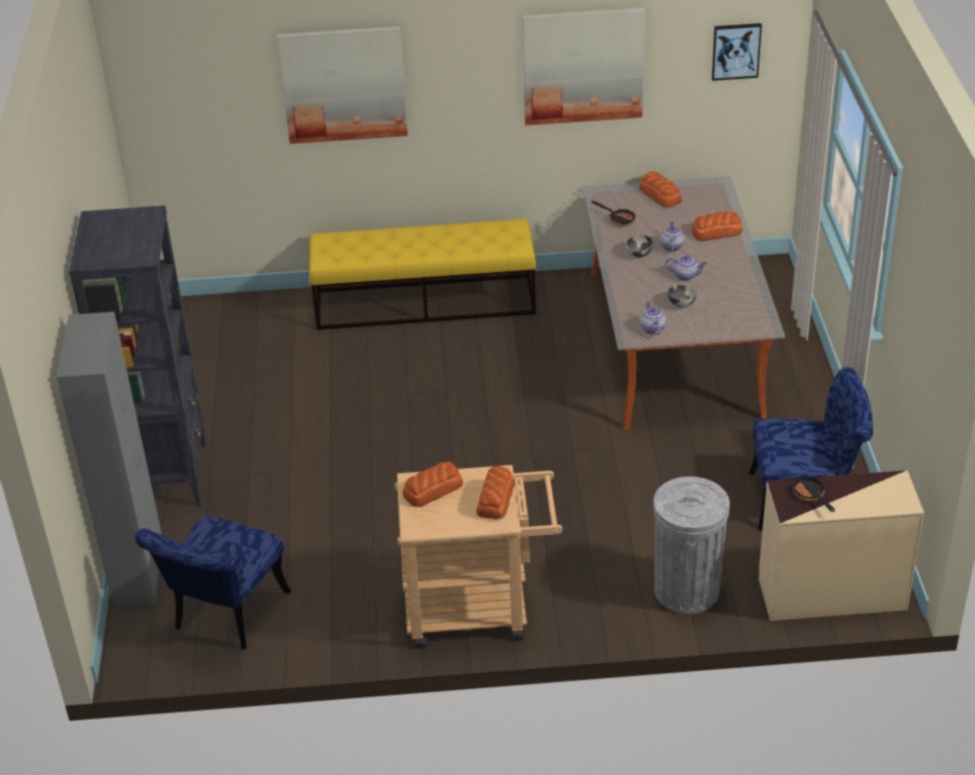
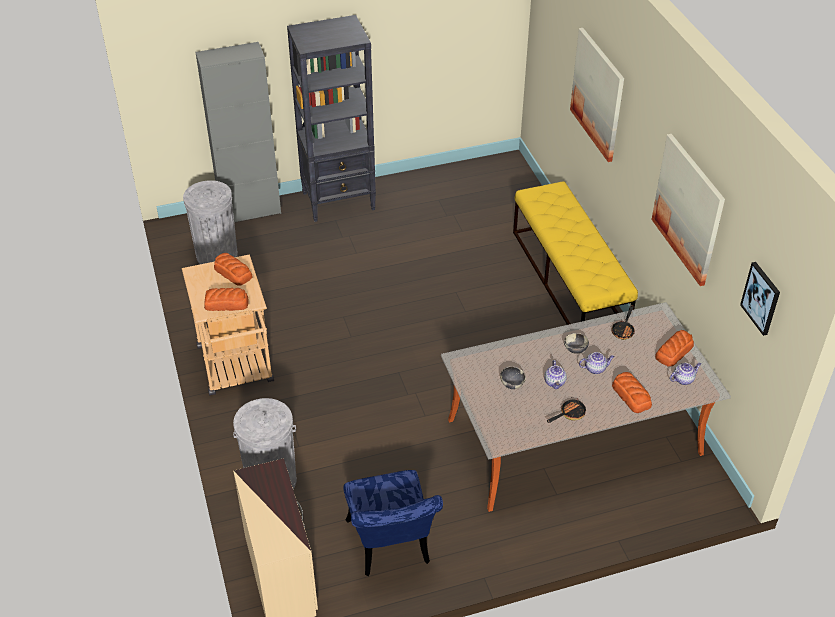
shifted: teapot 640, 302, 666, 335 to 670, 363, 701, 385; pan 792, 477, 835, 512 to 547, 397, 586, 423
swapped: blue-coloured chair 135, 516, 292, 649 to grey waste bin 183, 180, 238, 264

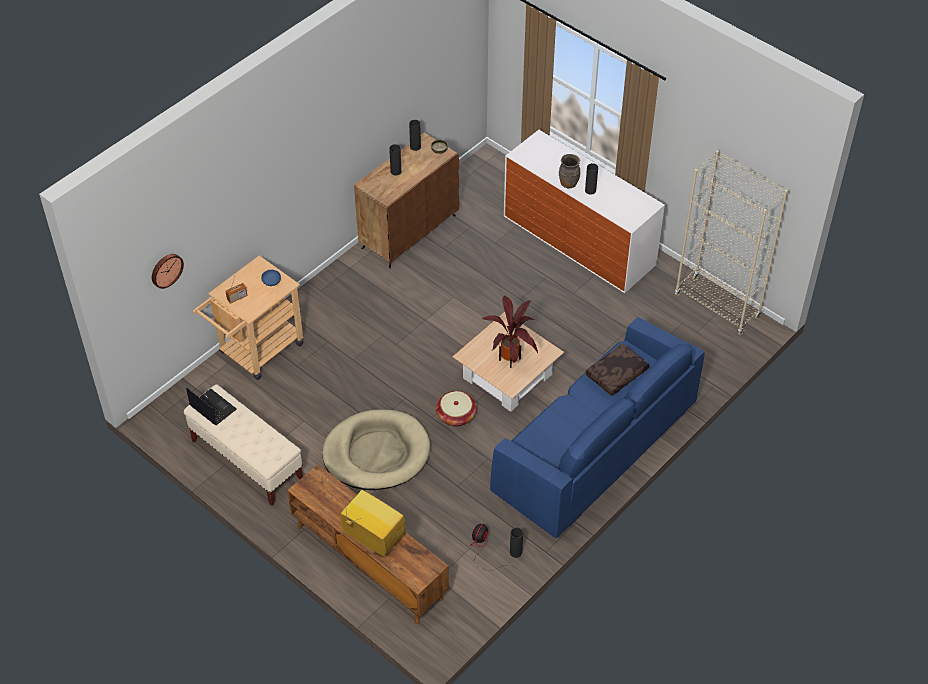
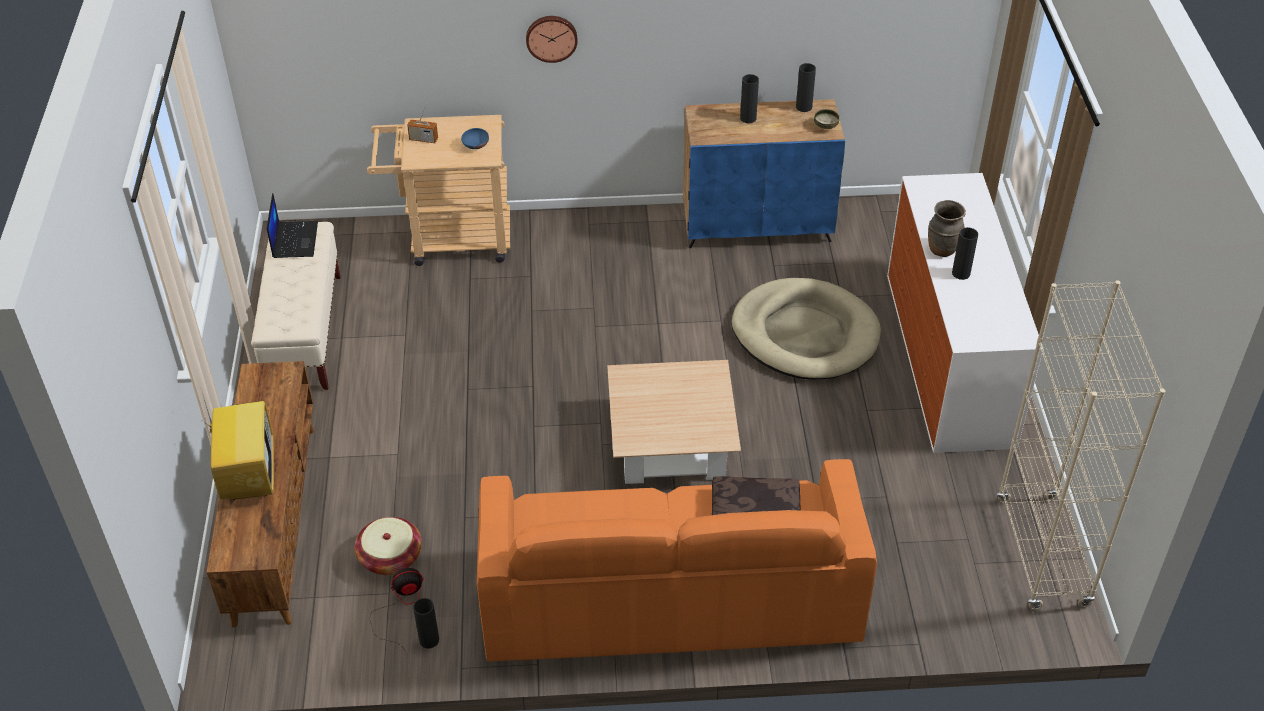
gone: houseplant 482, 295, 538, 368
shifted: hanging clock 152, 254, 184, 289 to 526, 16, 578, 63; beige-coloured dog bed 322, 409, 430, 490 to 731, 278, 881, 380; household basket 436, 391, 477, 426 to 355, 517, 422, 575
repainted: brown cupboard 354, 132, 459, 268 to blue-coloured cupboard 683, 99, 845, 248; blue-coloured settee 490, 317, 705, 539 to orangey settee 477, 459, 877, 661

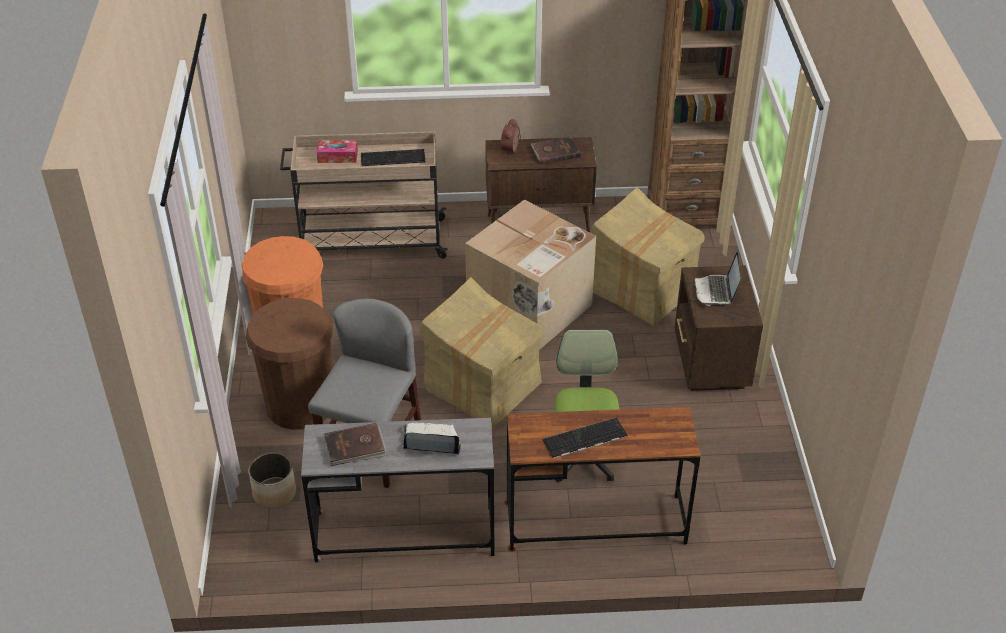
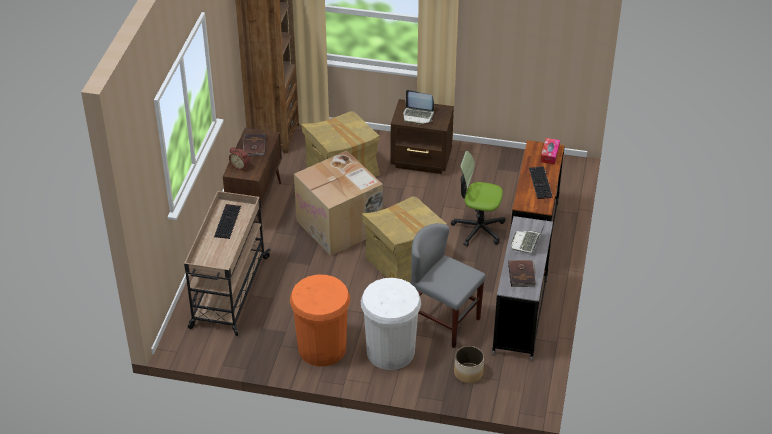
shifted: tissue box 317, 140, 358, 163 to 540, 138, 560, 165
repainted: brown waste bin 245, 298, 333, 430 to whitish waste bin 361, 278, 421, 370

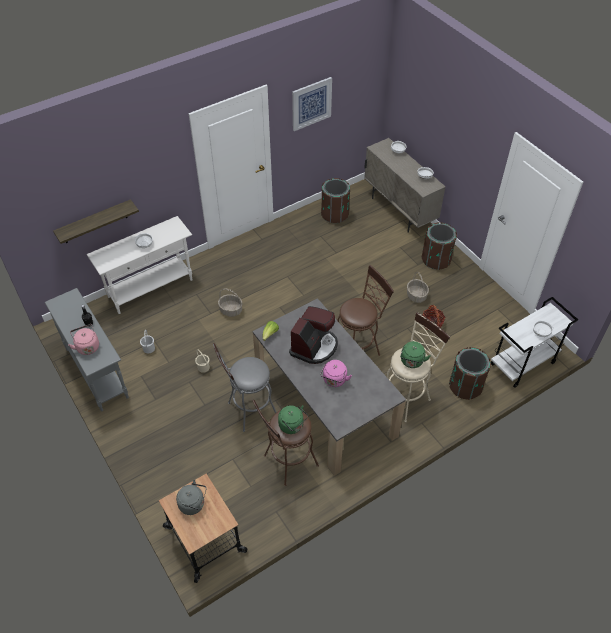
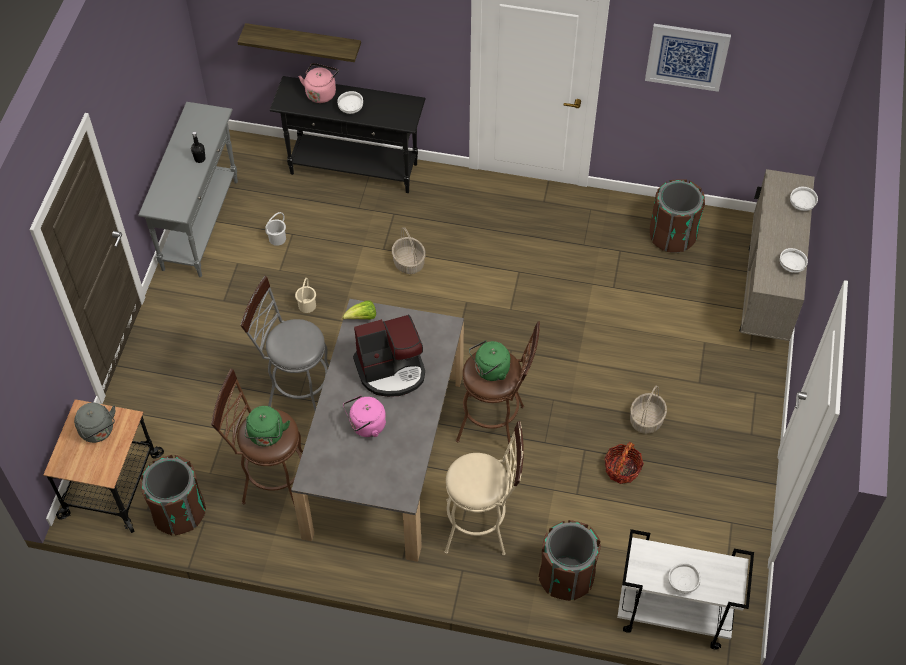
shifted: pink-coloured water kettle 68, 324, 99, 355 to 299, 63, 339, 103; green water kettle 400, 341, 431, 368 to 469, 340, 510, 381; brown waste bin 422, 222, 457, 270 to 140, 455, 206, 536
repainted: whitish narrow table 87, 216, 192, 314 to black narrow table 270, 76, 426, 193

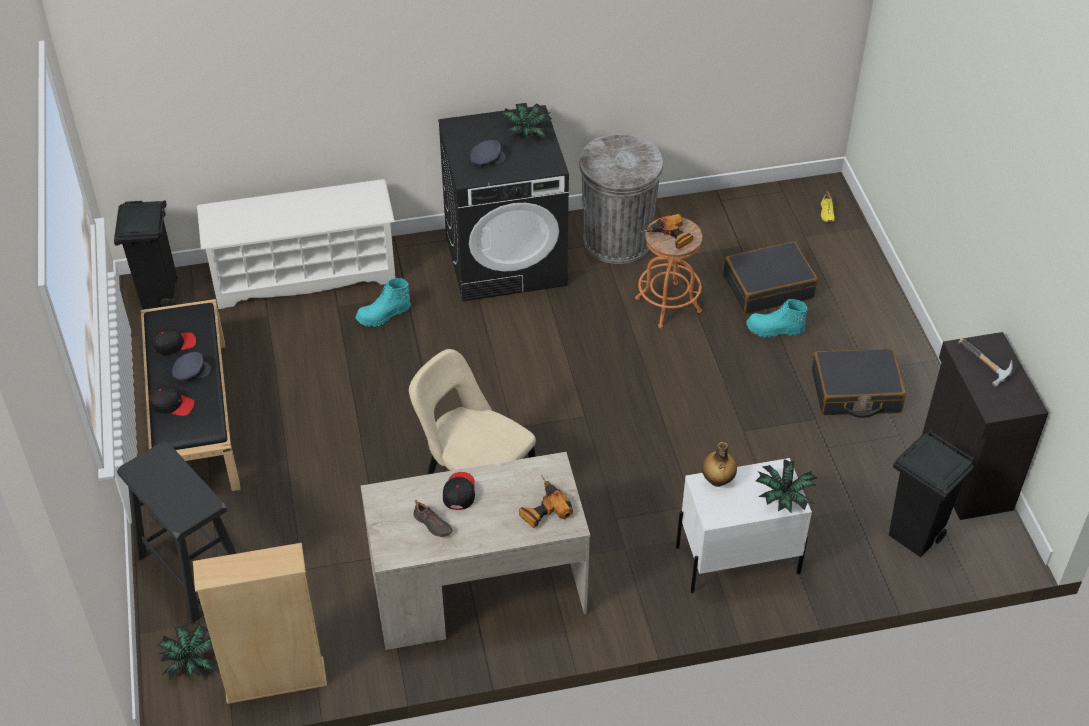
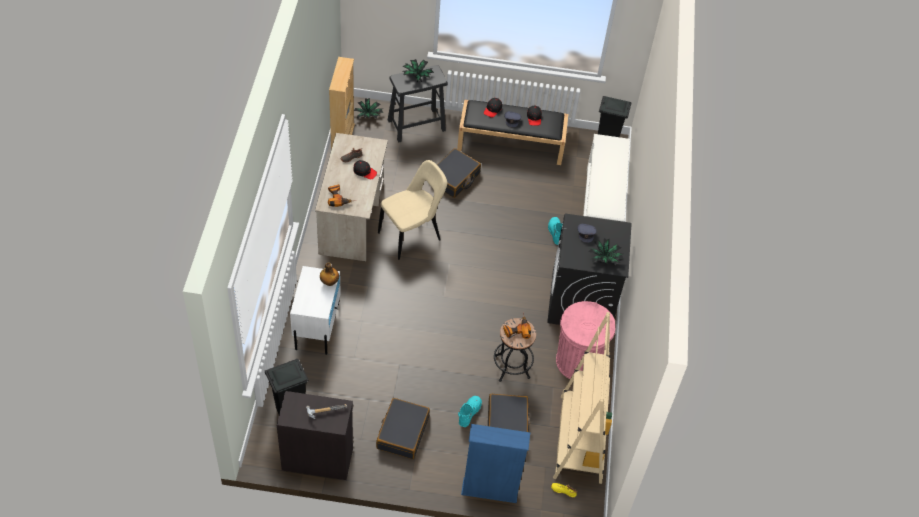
new: black travel case 437, 148, 481, 198; blue-coloured shelving unit 461, 424, 530, 503; beige-coloured shelving unit 553, 312, 612, 484
shifted: houseplant 756, 459, 817, 513 to 402, 59, 434, 82
repainted: grey waste bin 579, 135, 663, 264 to pink-coloured waste bin 556, 301, 615, 379; orangey sitting stool 635, 217, 702, 328 to black sitting stool 494, 318, 536, 382

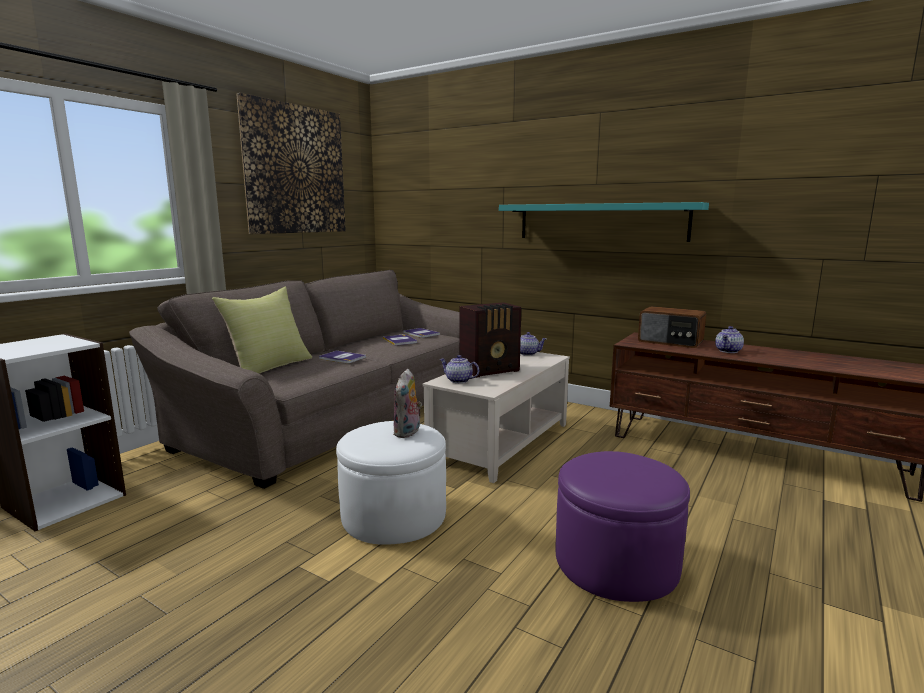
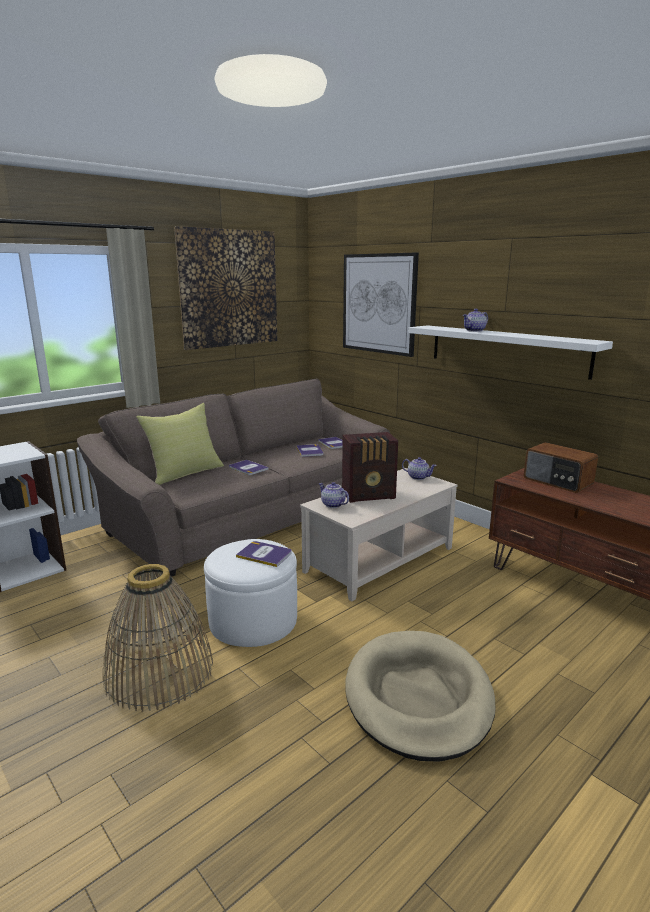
new: household basket 103, 564, 213, 712; picture 343, 253, 419, 357
shifted: teapot 715, 326, 744, 353 to 463, 309, 488, 332
swapped: plush toy 393, 369, 422, 438 to book 236, 541, 292, 567; purple footrest 555, 451, 690, 602 to beige-coloured dog bed 345, 631, 496, 762
repainted: turquoise-coloured wall shelf 499, 202, 709, 242 to whitish wall shelf 409, 325, 613, 380

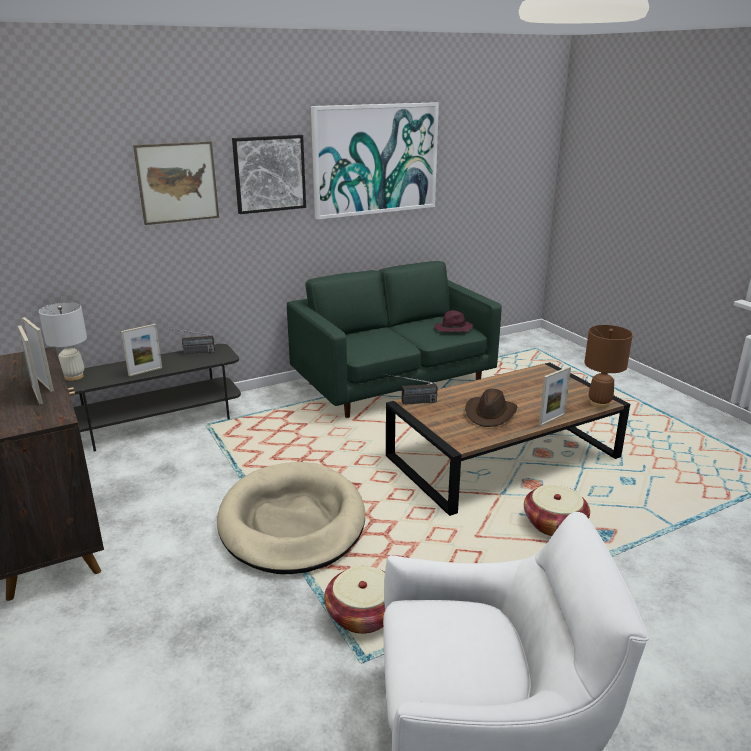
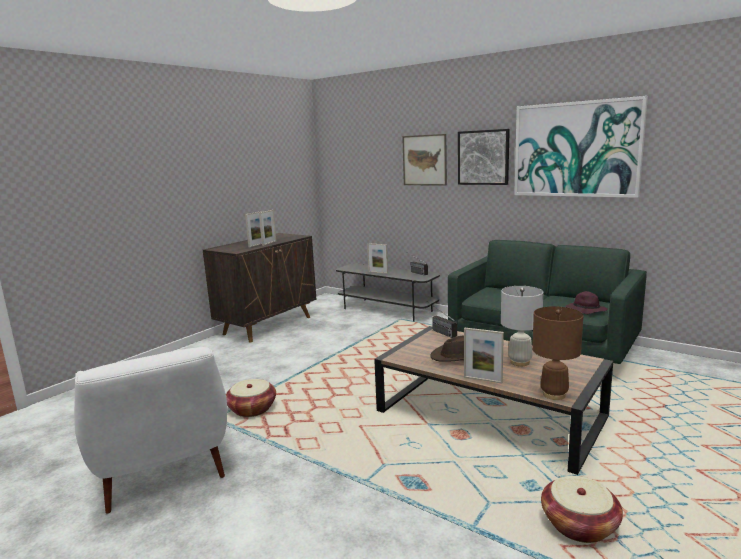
gone: beige-coloured dog bed 217, 462, 365, 574
shifted: whitish tabletop lamp 39, 302, 87, 381 to 501, 286, 543, 366; household basket 524, 485, 590, 536 to 541, 476, 623, 543

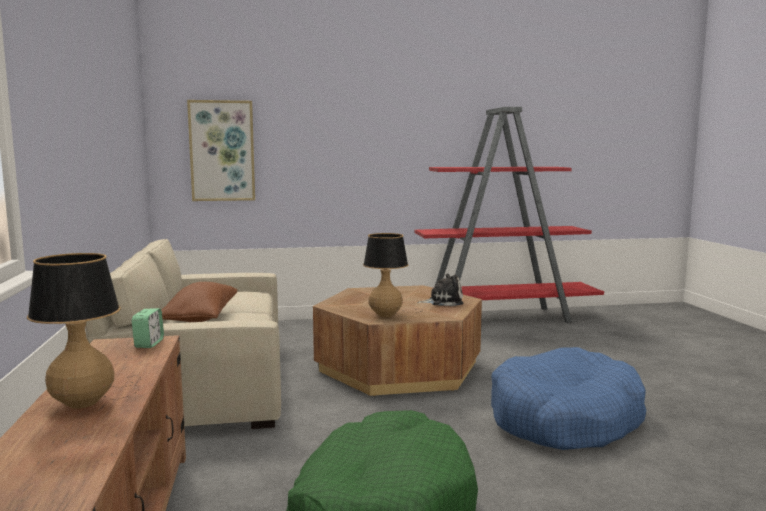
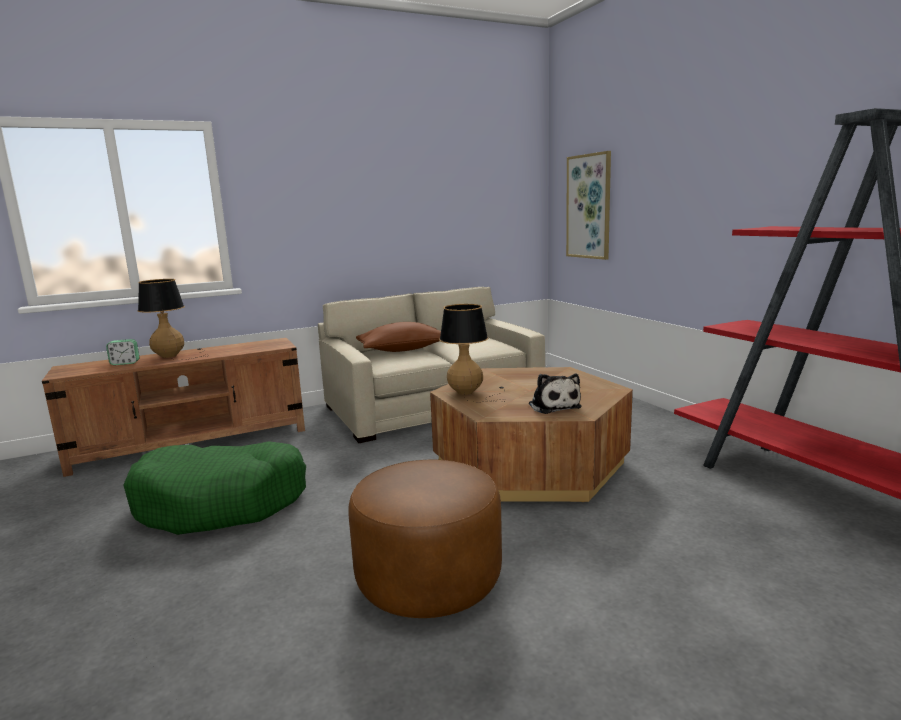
shifted: bedside clock 132, 308, 164, 348 to 106, 339, 139, 365
swapped: blue-coloured dog bed 491, 347, 646, 450 to brown footrest 349, 459, 502, 618

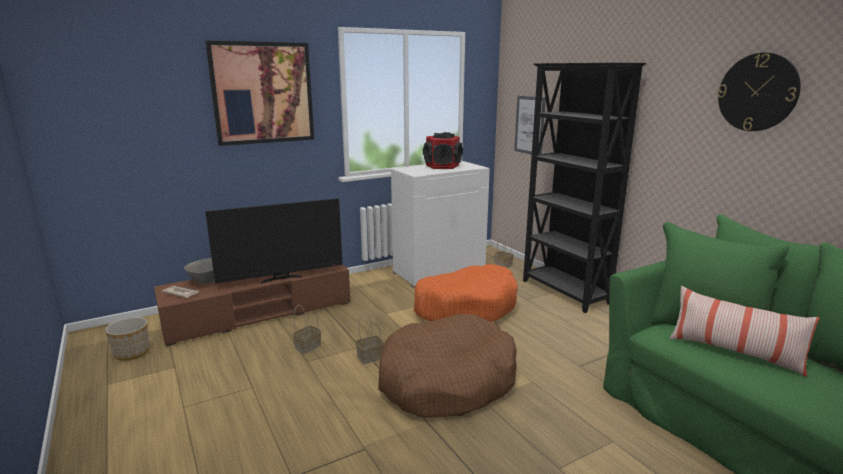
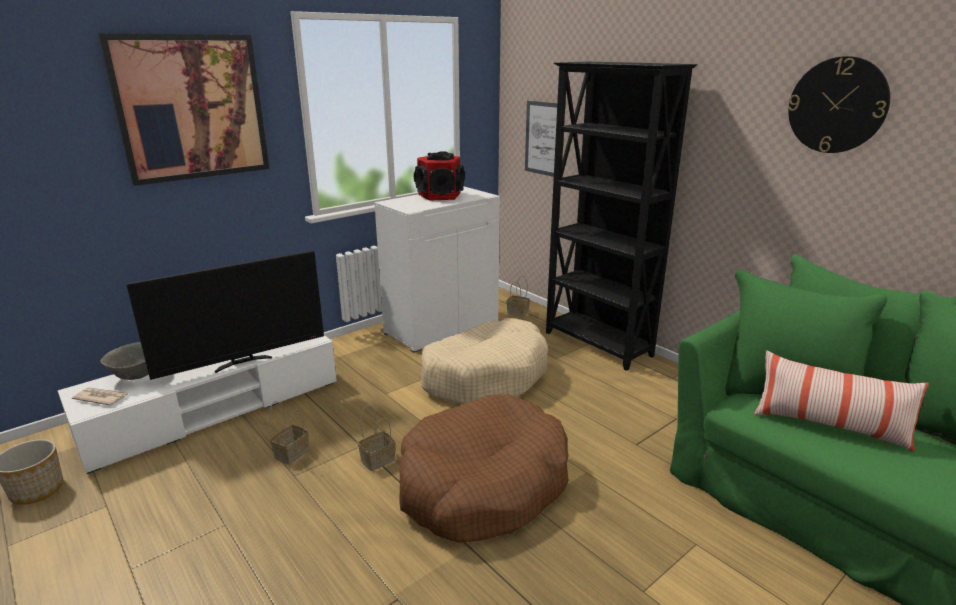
repainted: brown media console 154, 265, 350, 346 to whitish media console 58, 335, 337, 474; orangey dog bed 414, 264, 518, 322 to beige-coloured dog bed 421, 318, 548, 404

